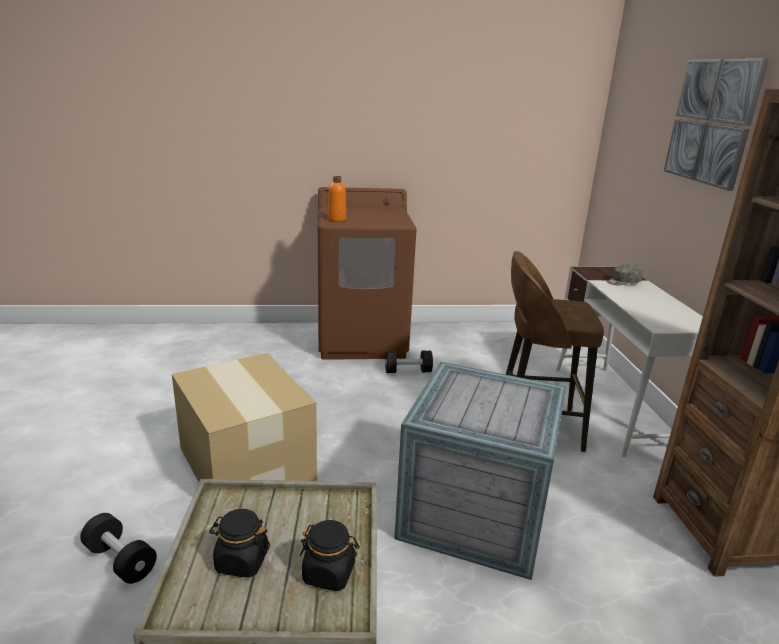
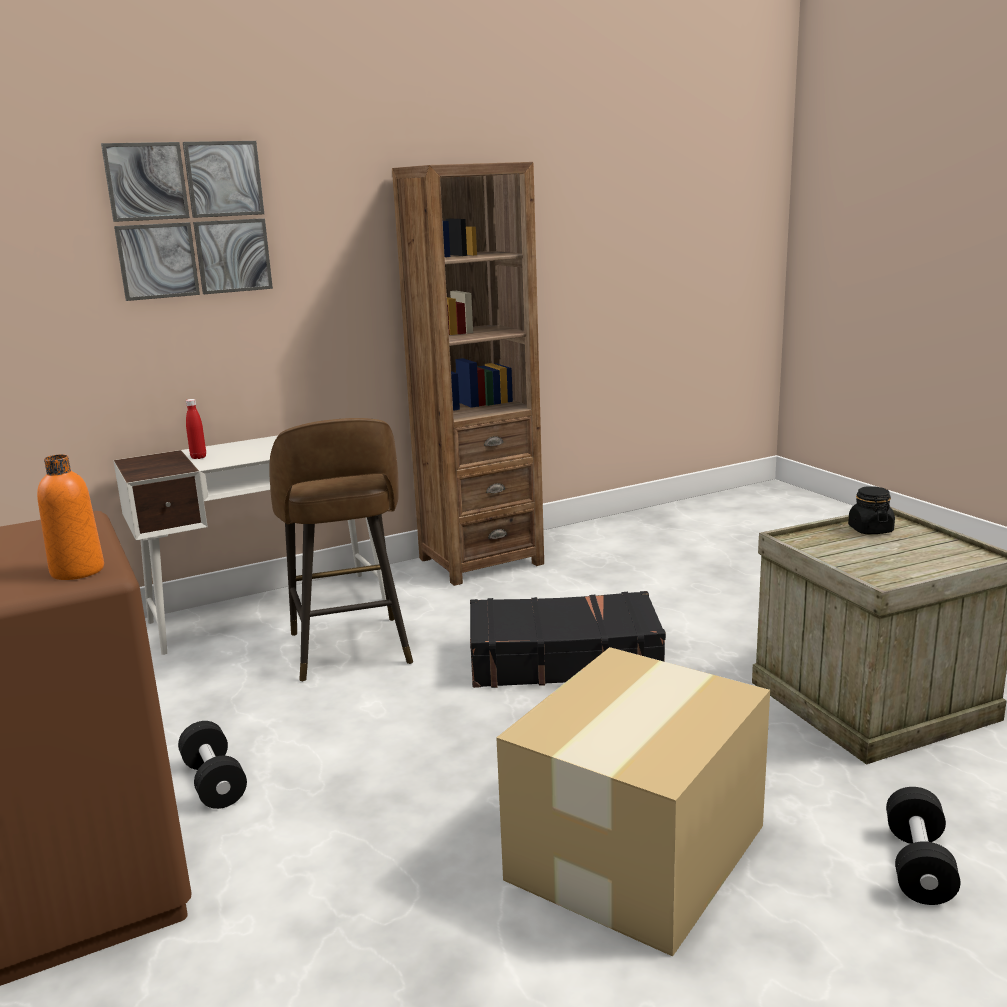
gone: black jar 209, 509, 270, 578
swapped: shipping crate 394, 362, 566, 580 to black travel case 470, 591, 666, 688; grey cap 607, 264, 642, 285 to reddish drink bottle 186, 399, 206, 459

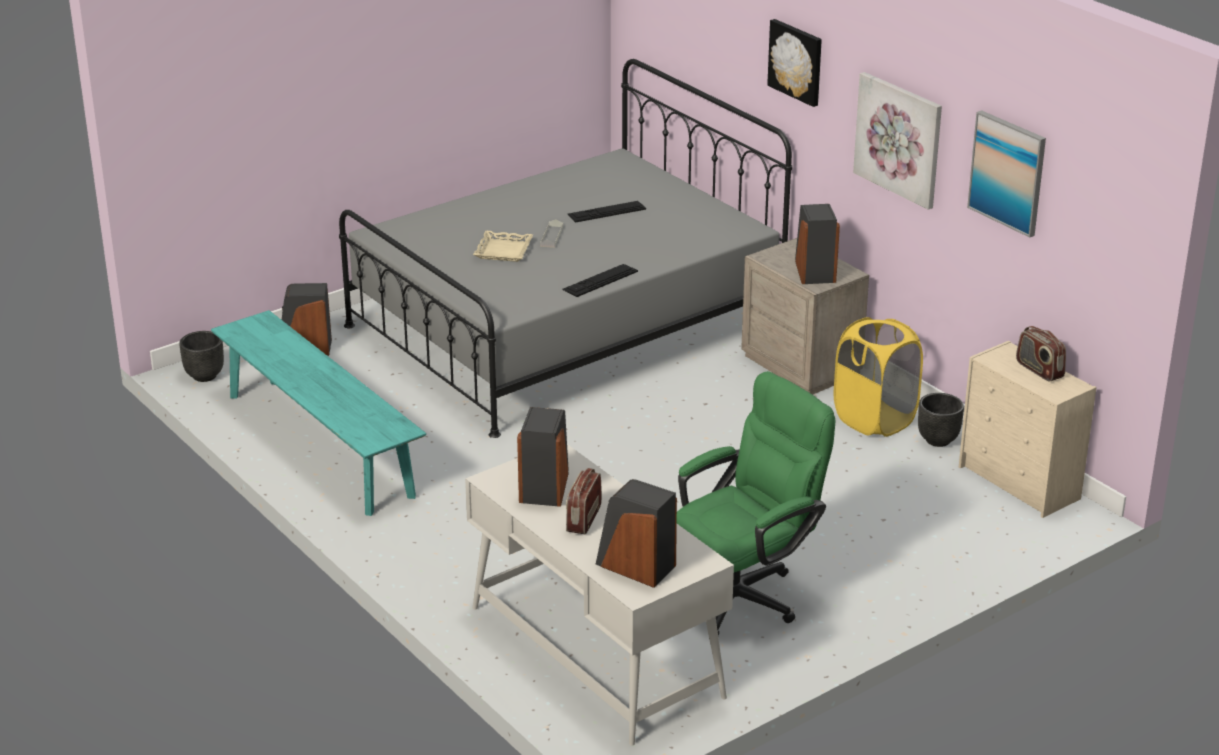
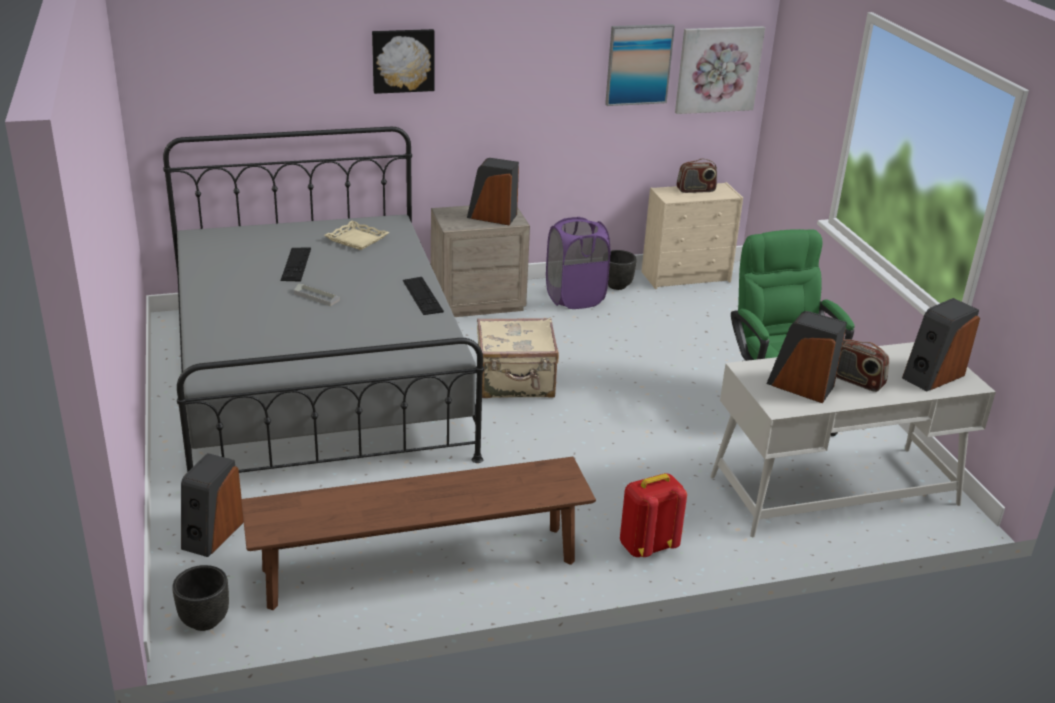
new: beige-coloured travel case 477, 317, 559, 398; reddish backpack 620, 473, 687, 557
shifted: beige-coloured serving tray 473, 231, 533, 262 to 324, 221, 389, 250; picture 853, 72, 942, 210 to 675, 26, 765, 114
repainted: turquoise-coloured bench 211, 310, 426, 516 to brown bench 241, 457, 596, 610; yellowish laundry basket 834, 317, 923, 437 to purple laundry basket 546, 217, 610, 309

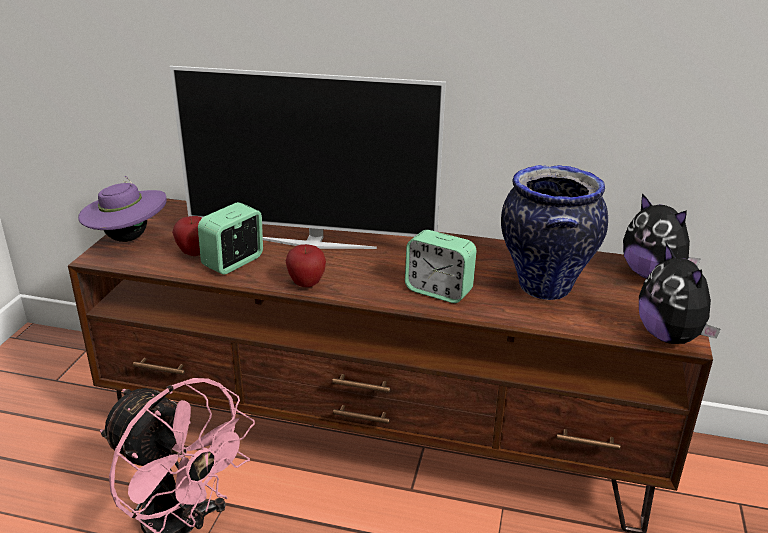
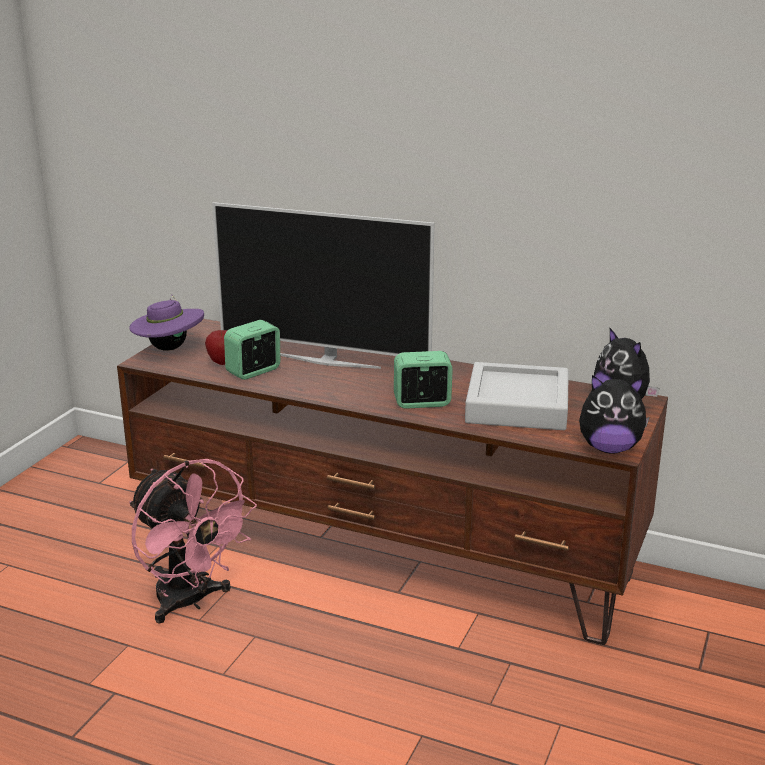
gone: whole apple 286, 244, 326, 287
swapped: decorative vase 501, 165, 608, 300 to grey serving tray 465, 362, 569, 430
rotated: bedside clock 405, 230, 477, 303 = 394, 351, 453, 409 135 degrees clockwise; plush toy 639, 243, 721, 344 = 579, 375, 650, 453 75 degrees counterclockwise

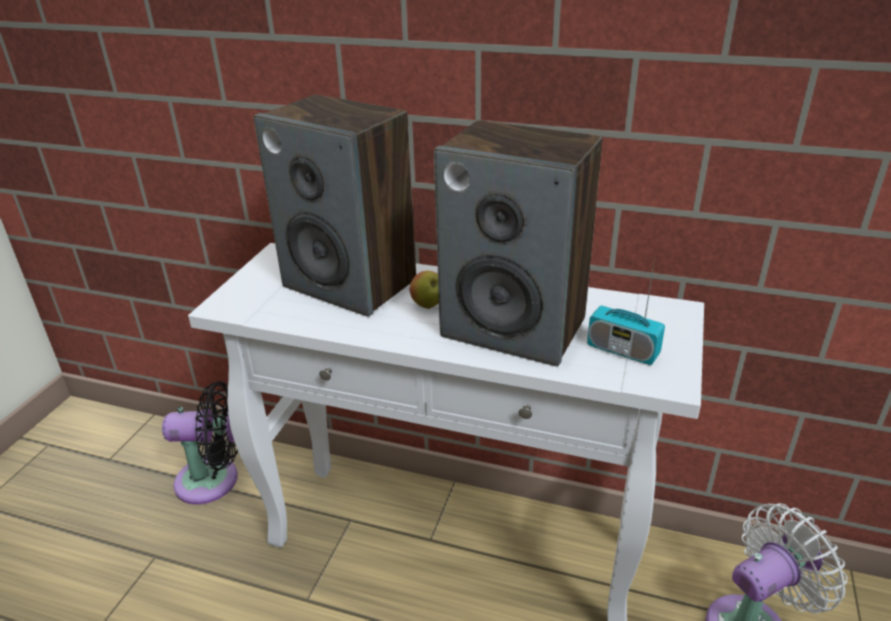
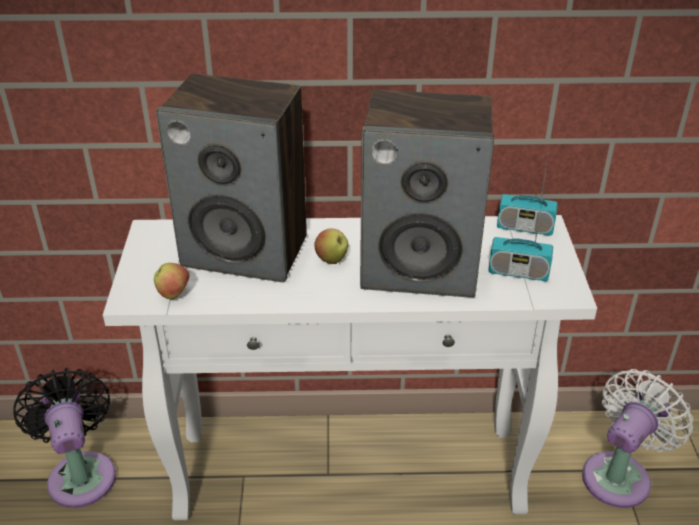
new: whole apple 154, 263, 190, 300; radio receiver 497, 152, 558, 236
rotated: black fan 162, 381, 238, 505 = 13, 368, 116, 508 90 degrees counterclockwise

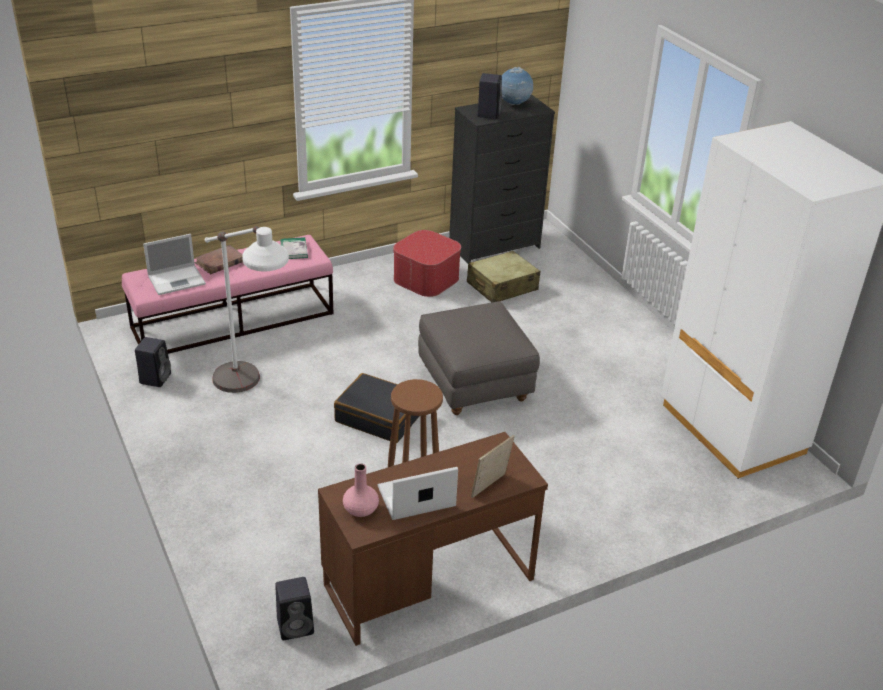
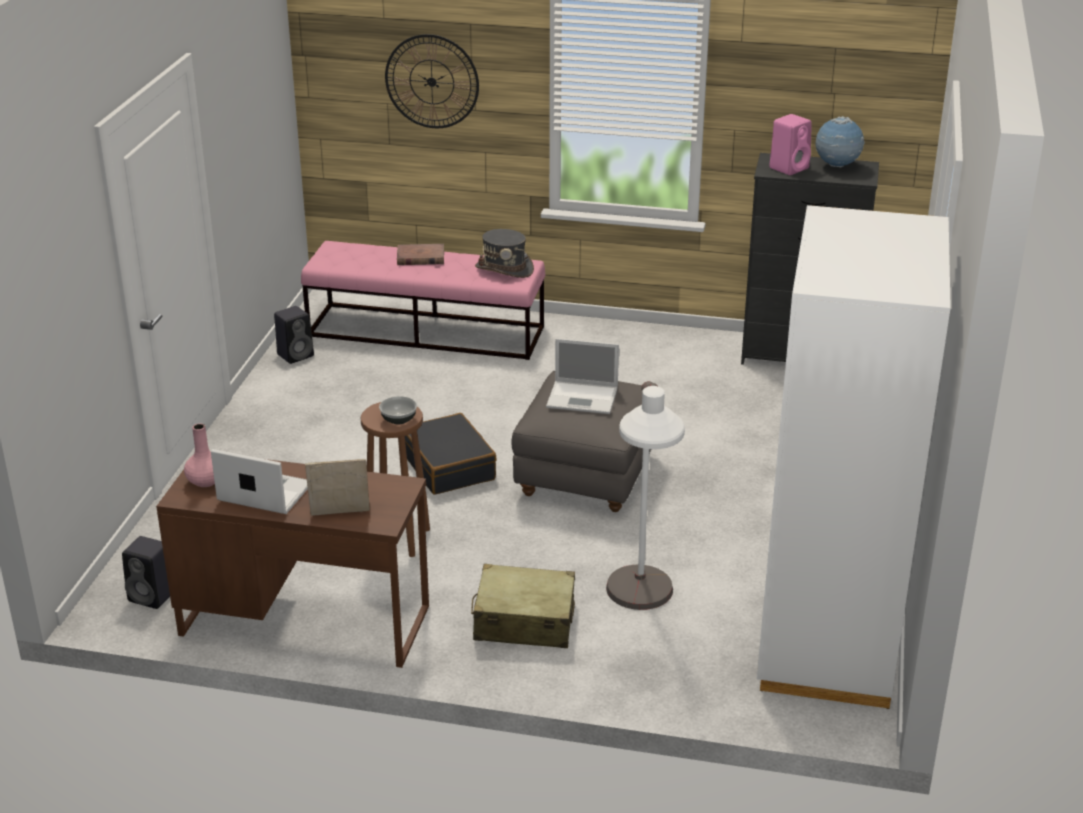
gone: footrest 393, 230, 461, 297
new: serving bowl 379, 396, 417, 425; hanging clock 385, 34, 479, 128
shifted: portable computer 143, 234, 206, 295 to 546, 338, 619, 414; whitish standing lamp 205, 226, 289, 393 to 606, 381, 685, 610; beige-coloured travel case 467, 251, 540, 302 to 471, 564, 575, 648
swapped: book 280, 237, 308, 259 to grey wearable hat 475, 229, 534, 278
repainted: black loudspeaker 477, 73, 502, 119 to pink-coloured loudspeaker 769, 114, 812, 175

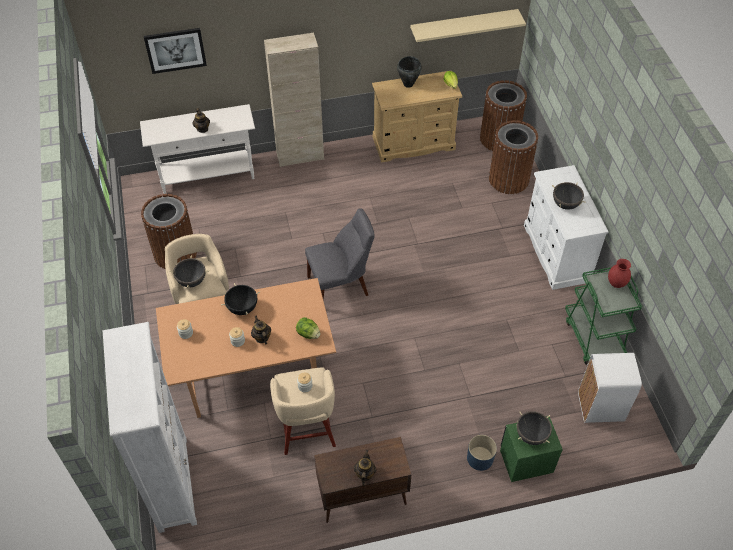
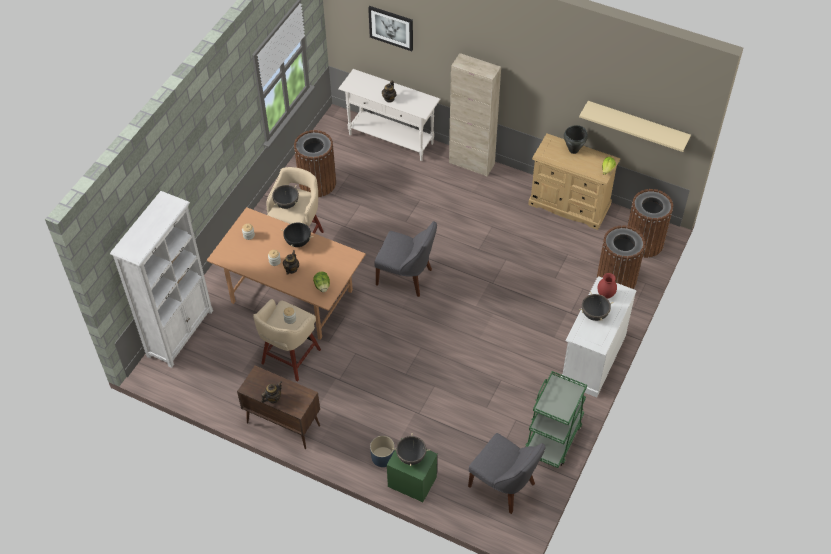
shifted: reddish decorative vase 608, 259, 631, 288 to 598, 273, 617, 299
swapped: whitish waste bin 578, 353, 642, 423 to grey chair 468, 433, 545, 514

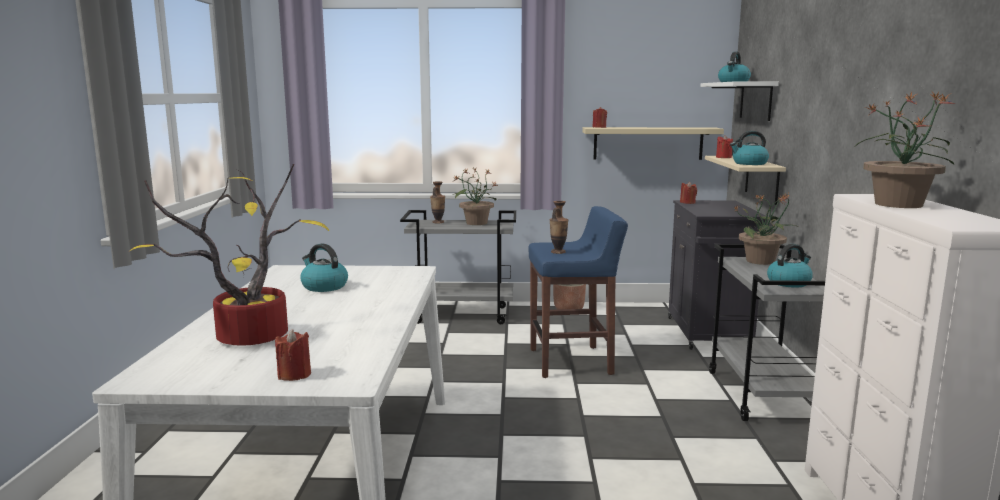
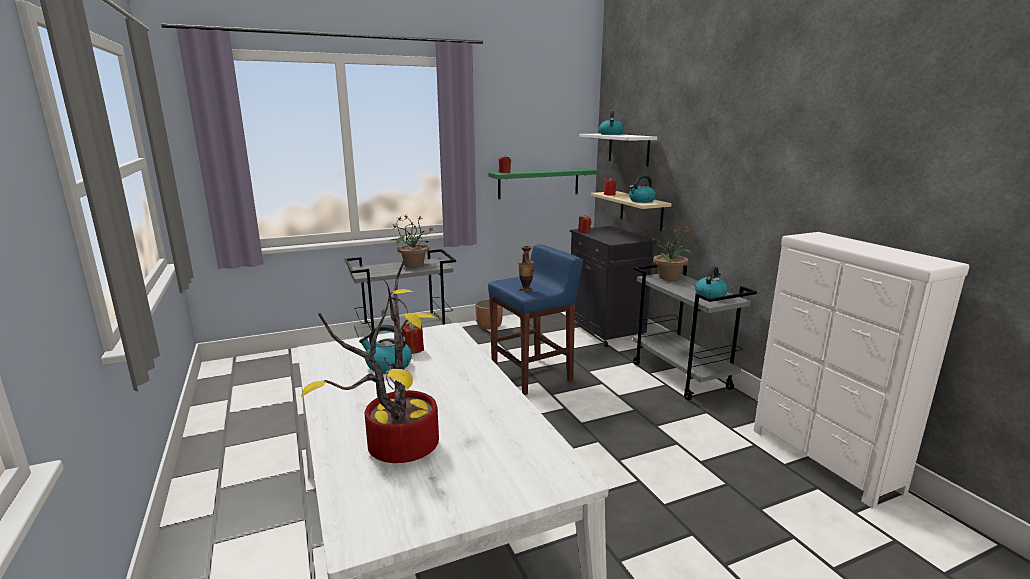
gone: decorative vase 430, 181, 445, 224; houseplant 855, 91, 957, 208
shifted: reddish wax light 275, 329, 311, 381 to 402, 323, 424, 354
repainted: beige-coloured wall shelf 582, 127, 724, 160 to green wall shelf 489, 168, 598, 199

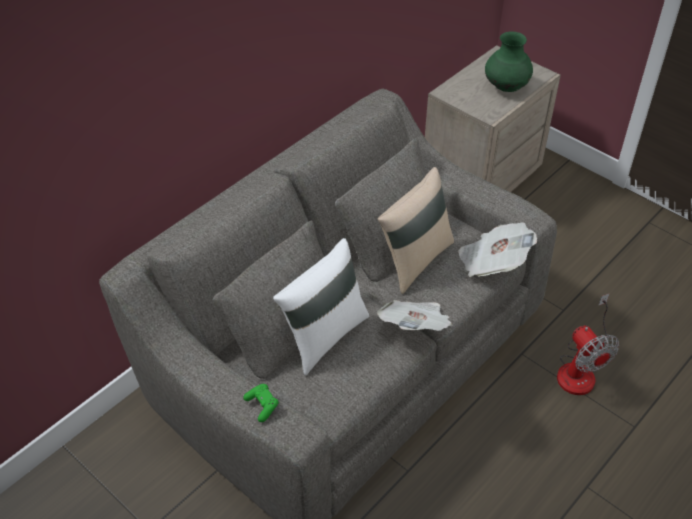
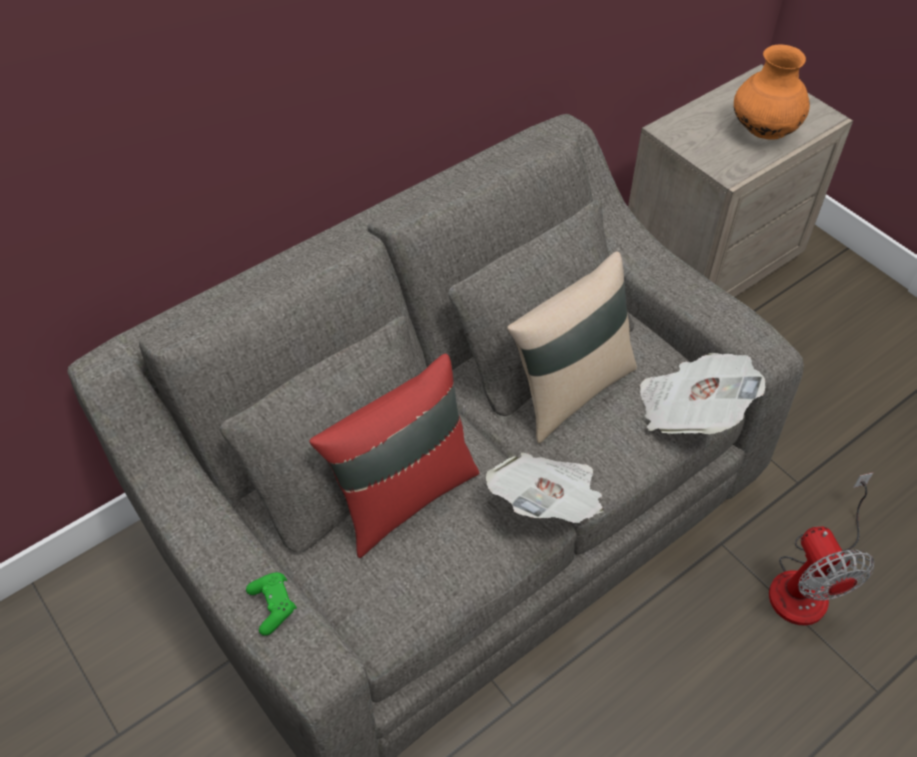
repainted: whitish throw pillow 273, 238, 369, 375 to reddish throw pillow 309, 354, 479, 558; green decorative vase 485, 32, 533, 92 to orangey decorative vase 734, 44, 810, 140

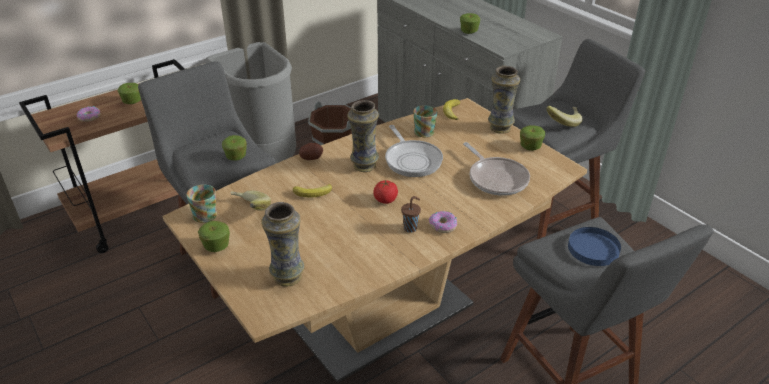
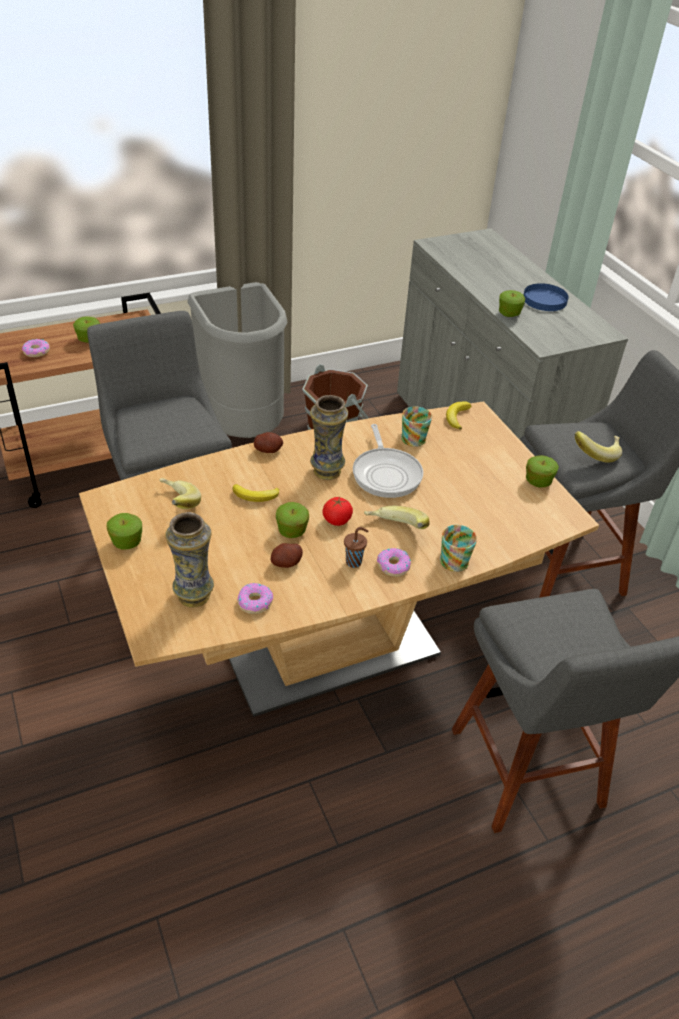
gone: pan 463, 142, 530, 196; decorative vase 488, 66, 520, 134
new: doughnut 237, 583, 273, 614; whole potato 271, 543, 303, 568; banana 364, 506, 429, 529
shifted: coffee mug 186, 185, 217, 223 to 440, 525, 477, 572; whole apple 222, 135, 247, 160 to 276, 502, 309, 538; blue-coloured flat dish 568, 227, 621, 266 to 524, 283, 568, 311

